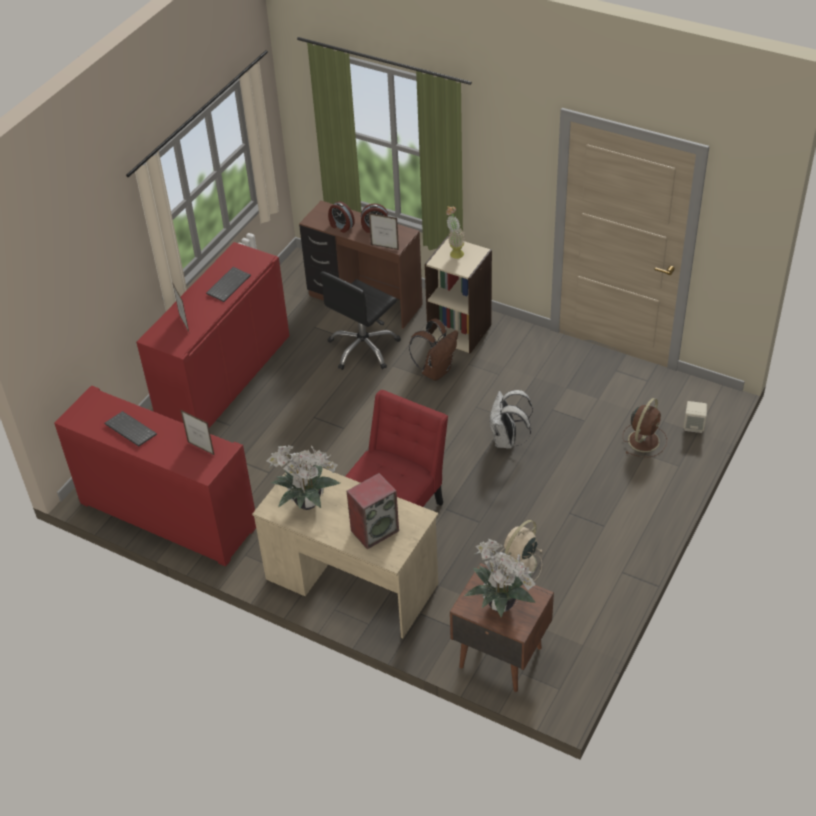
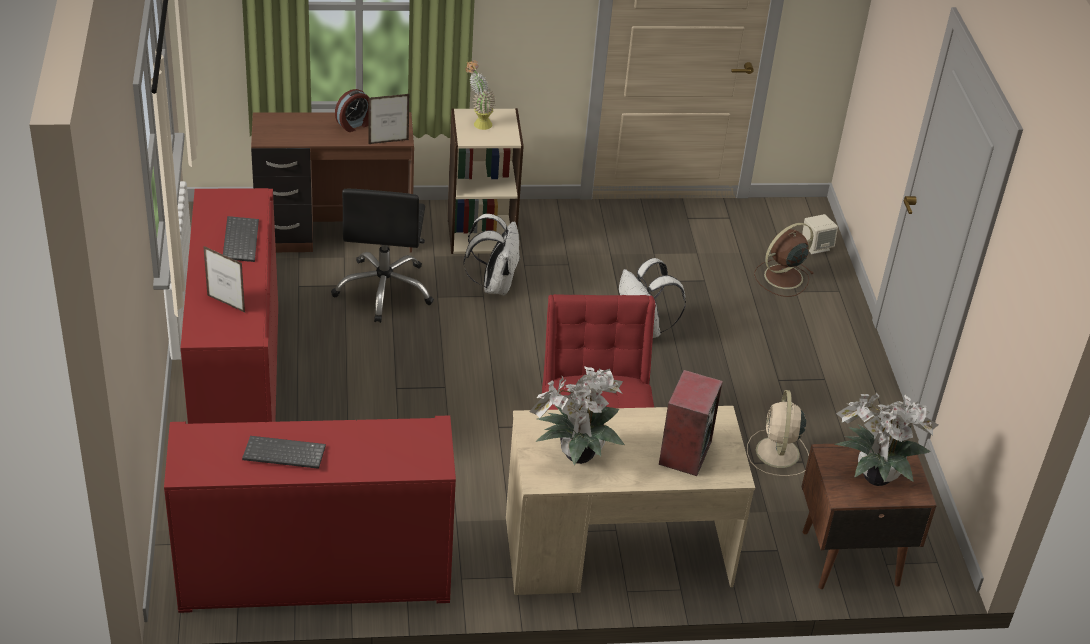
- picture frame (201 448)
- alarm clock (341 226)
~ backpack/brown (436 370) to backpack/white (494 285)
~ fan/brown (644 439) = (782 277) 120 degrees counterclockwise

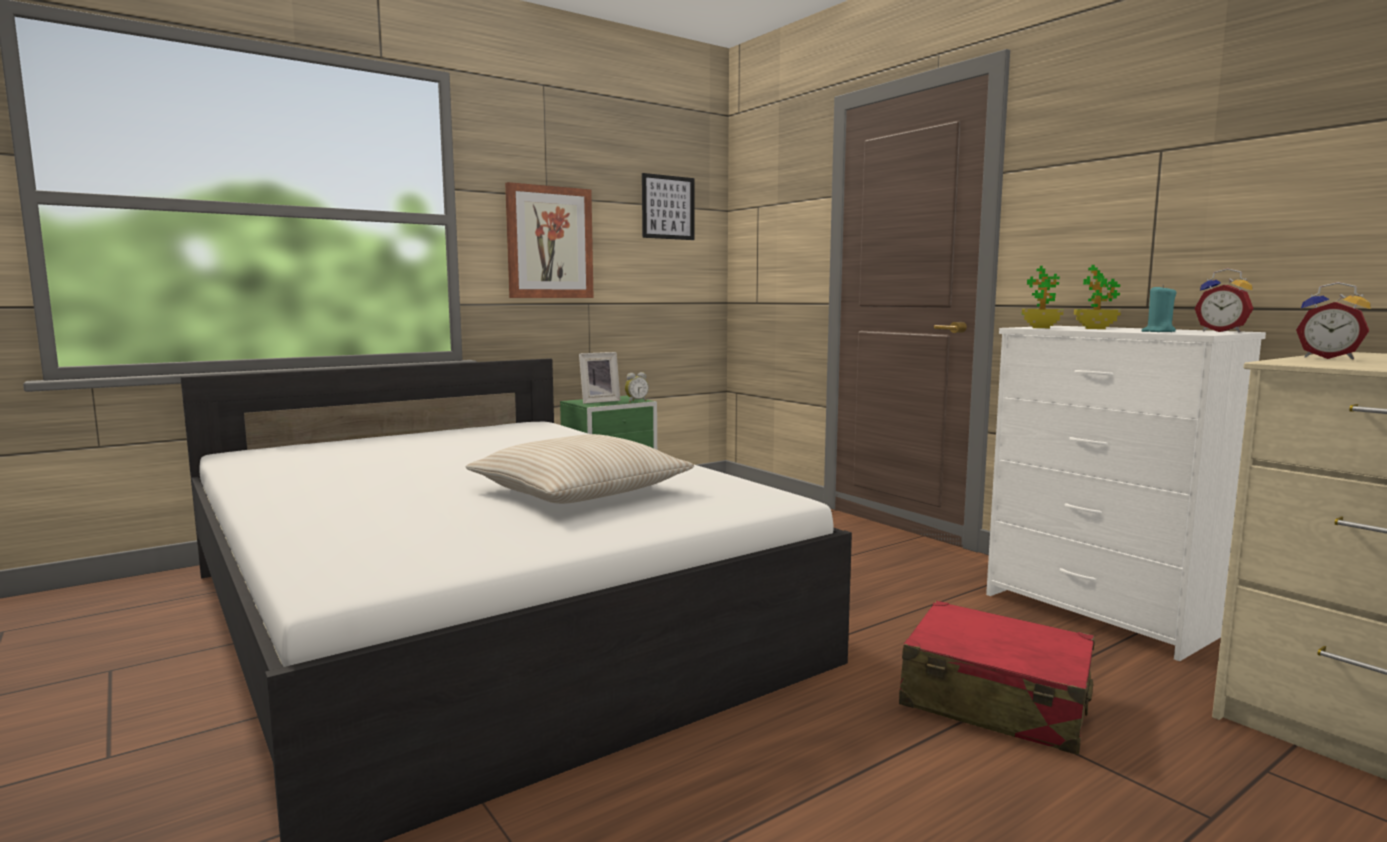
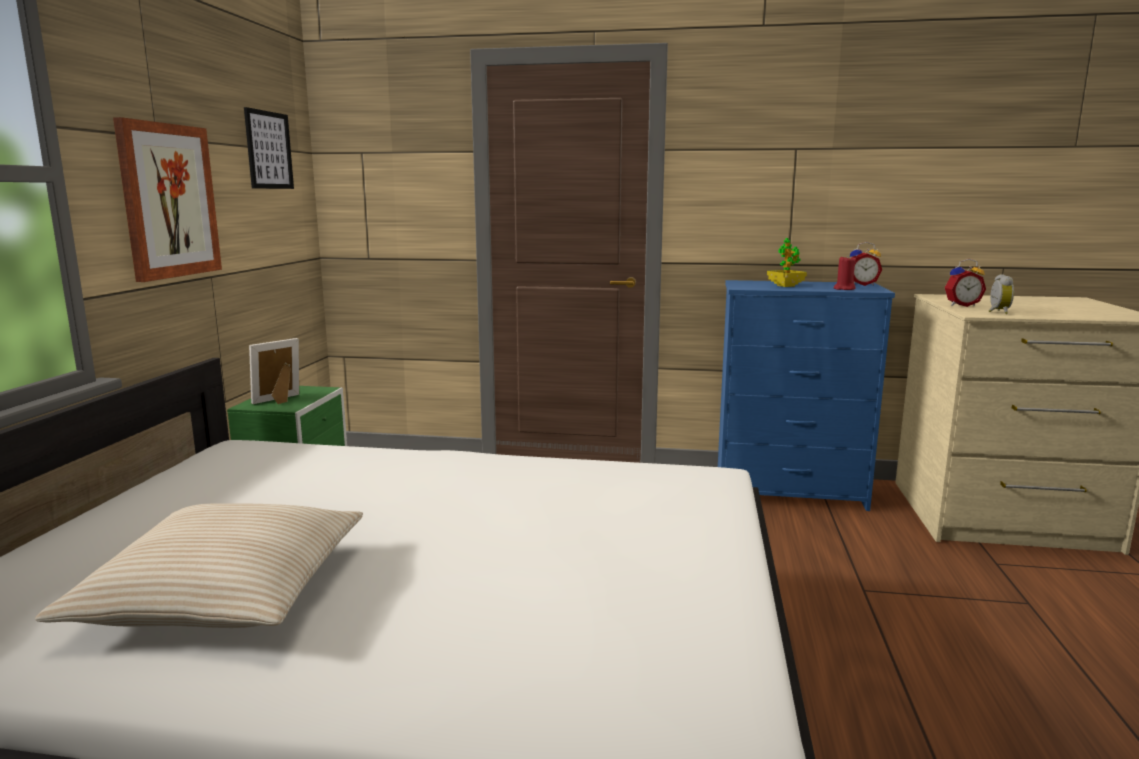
~ pillow/beige (579 492) to (224 592)
~ picture frame (598 401) = (280 400) 150 degrees counterclockwise
~ alarm clock (636 401) to (997 312)
- suitcase/red (994 701)
~ dresser/white (1101 613) to dresser/blue (790 492)
- potted plant (1041 328)
~ candle/turquoise (1158 332) to candle/red (844 289)

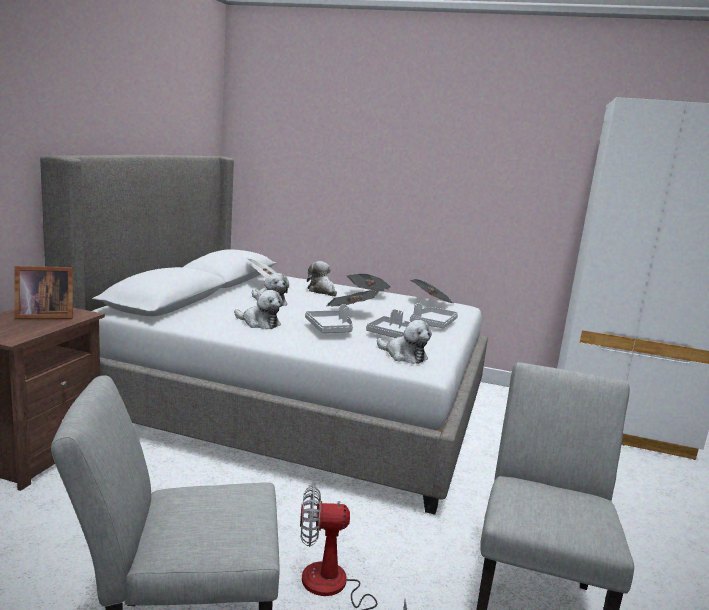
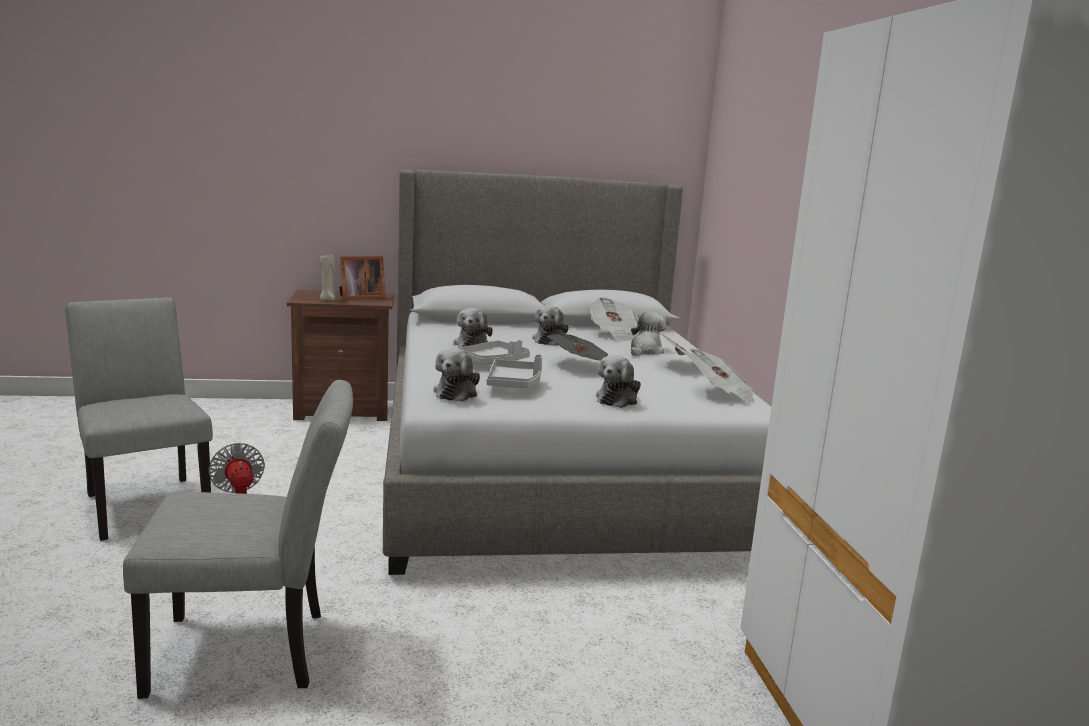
~ picture frame (43 316) = (360 297) 75 degrees counterclockwise
~ tray/grey (433 324) to plush toy (618 399)
+ candle/beige (328 300)

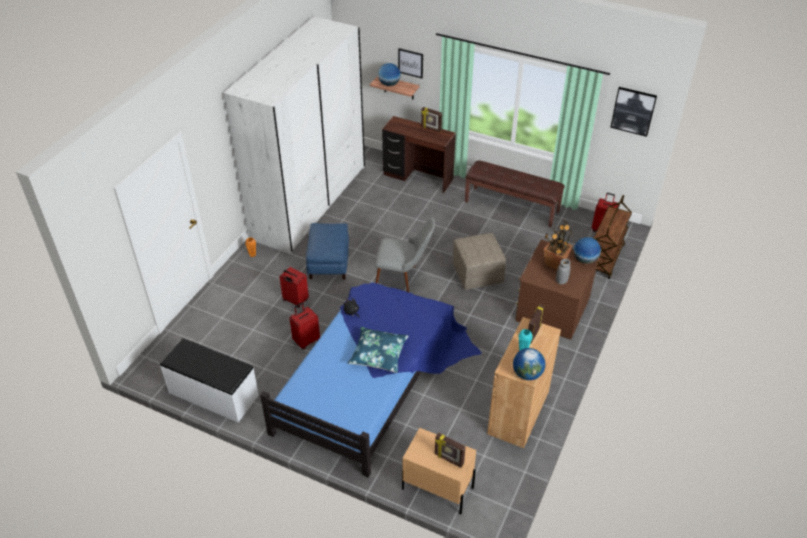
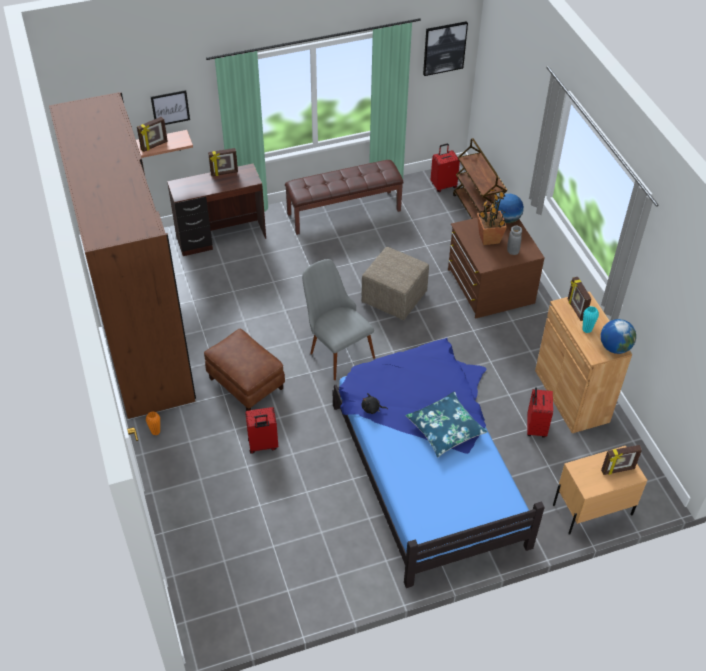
- bench/white (213 394)
~ wardrobe/white (309 201) to wardrobe/brown (141 334)
~ suitcase/red (306 340) to (535 427)
~ ottoman/blue (328 263) to ottoman/brown (245 383)
~ chair/grey (403 279) = (336 348) 90 degrees counterclockwise
~ globe (389 84) to picture frame (154 146)

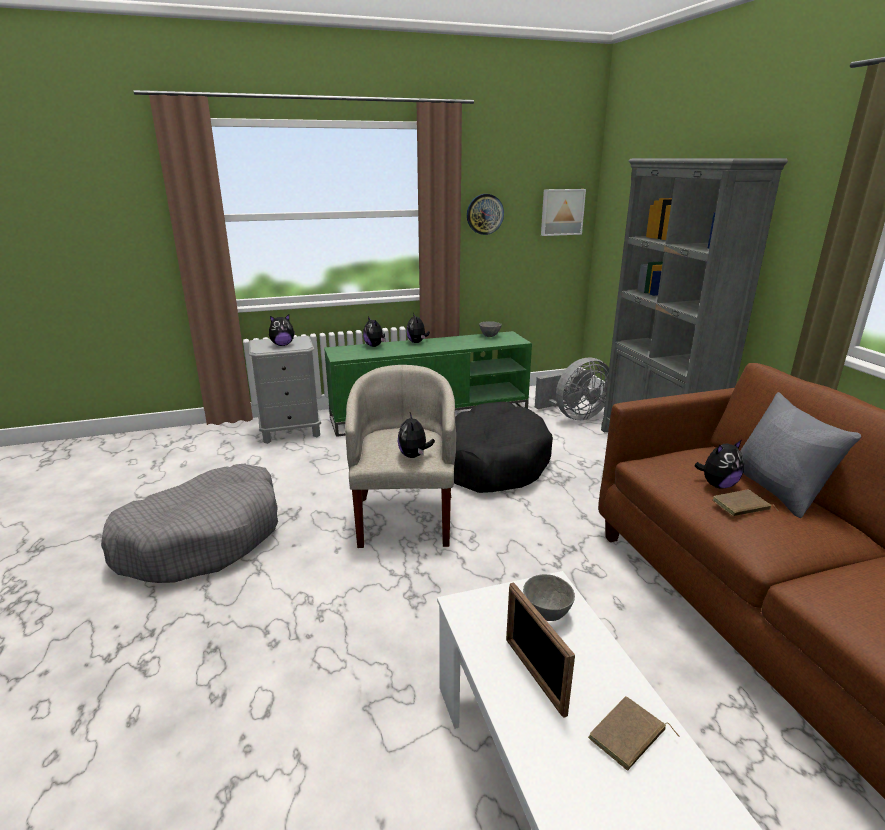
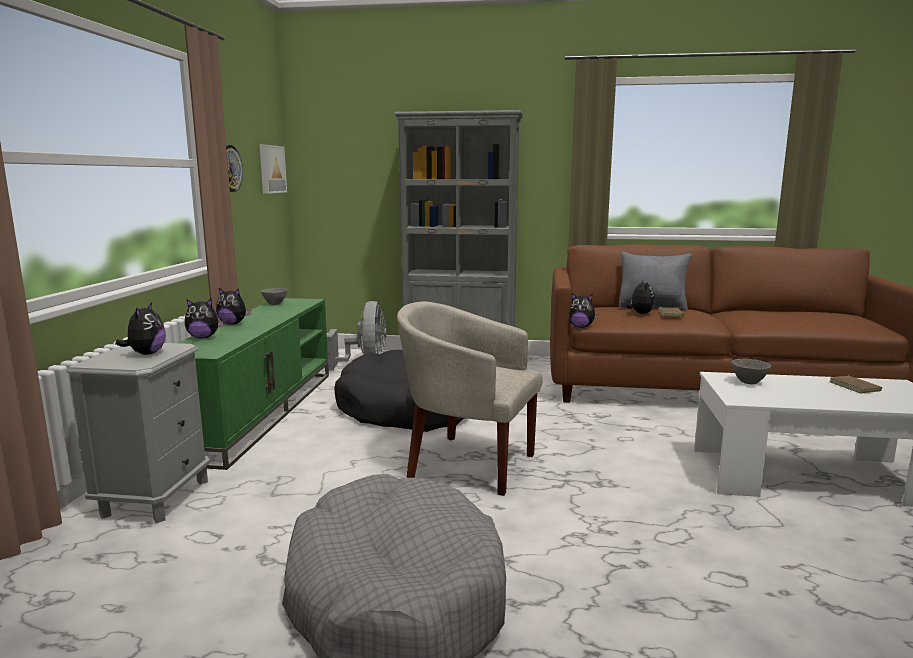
~ plush toy (414 456) to (580 327)
- picture frame (534 675)

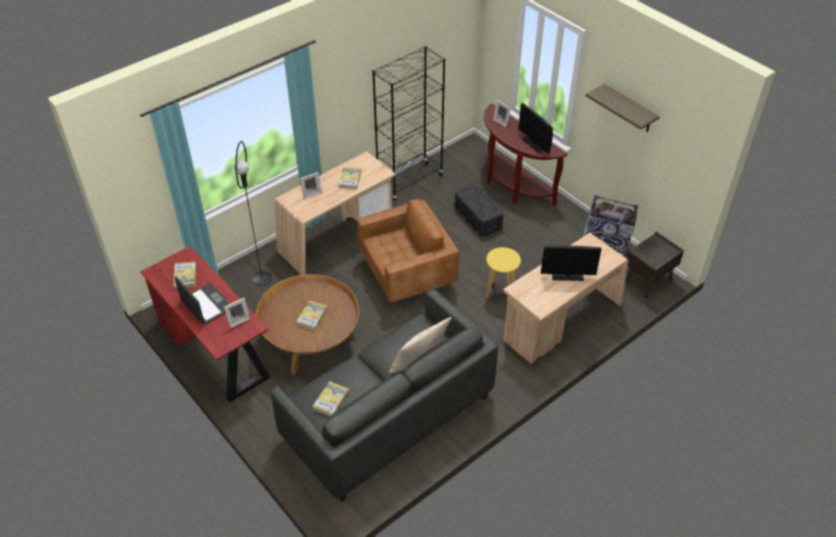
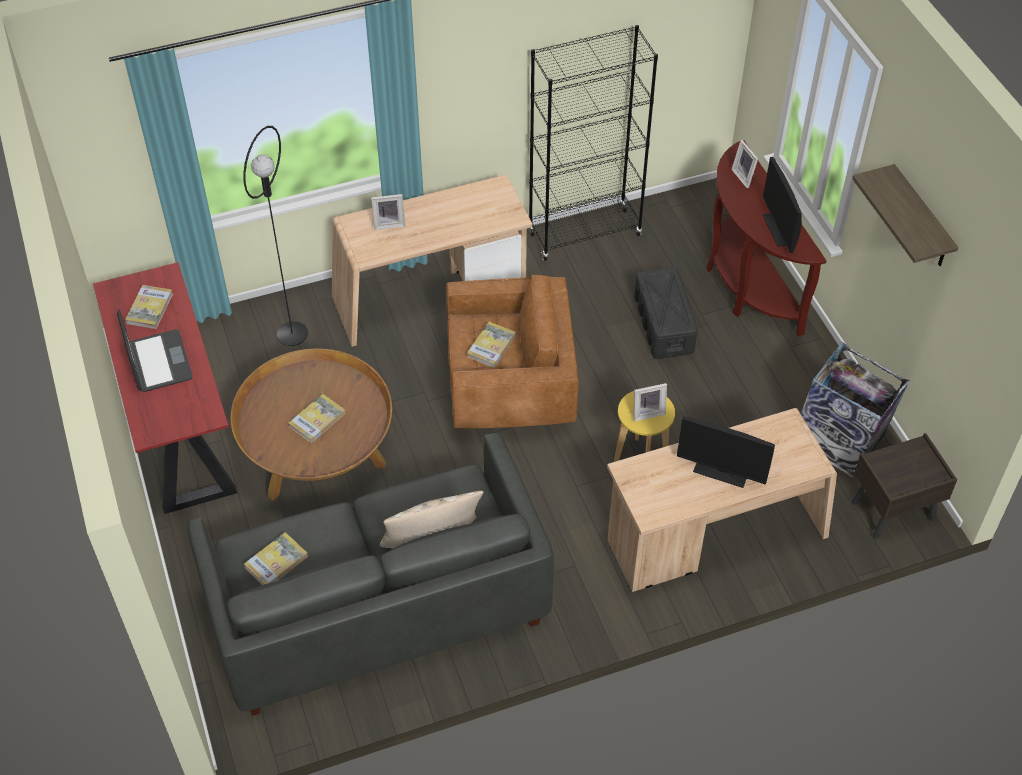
~ picture frame (238 320) to (647 412)
~ book (350 179) to (491 346)

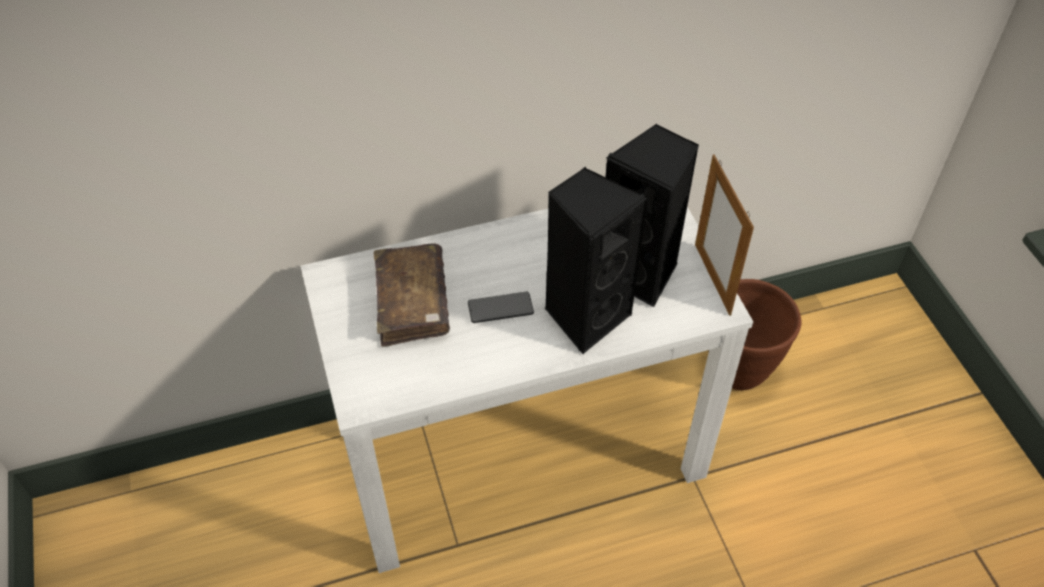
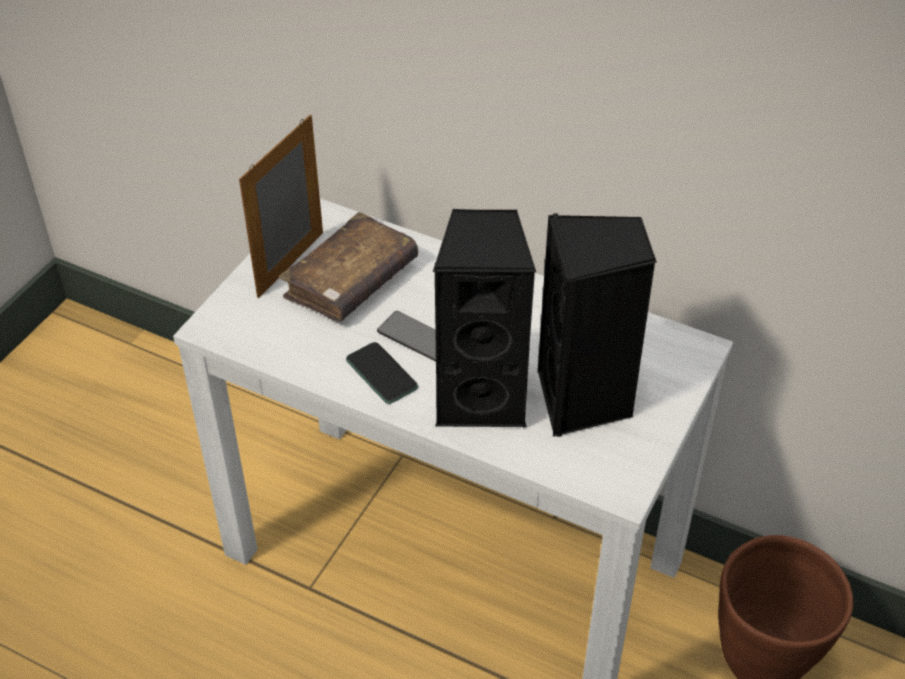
~ picture frame (712 279) to (291 264)
+ phone (381 374)

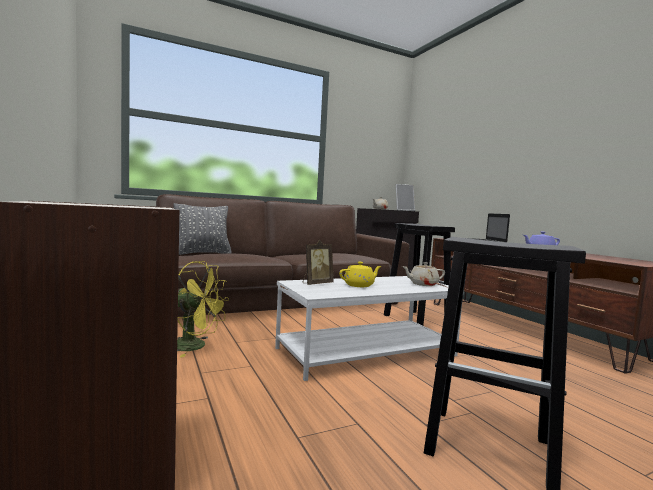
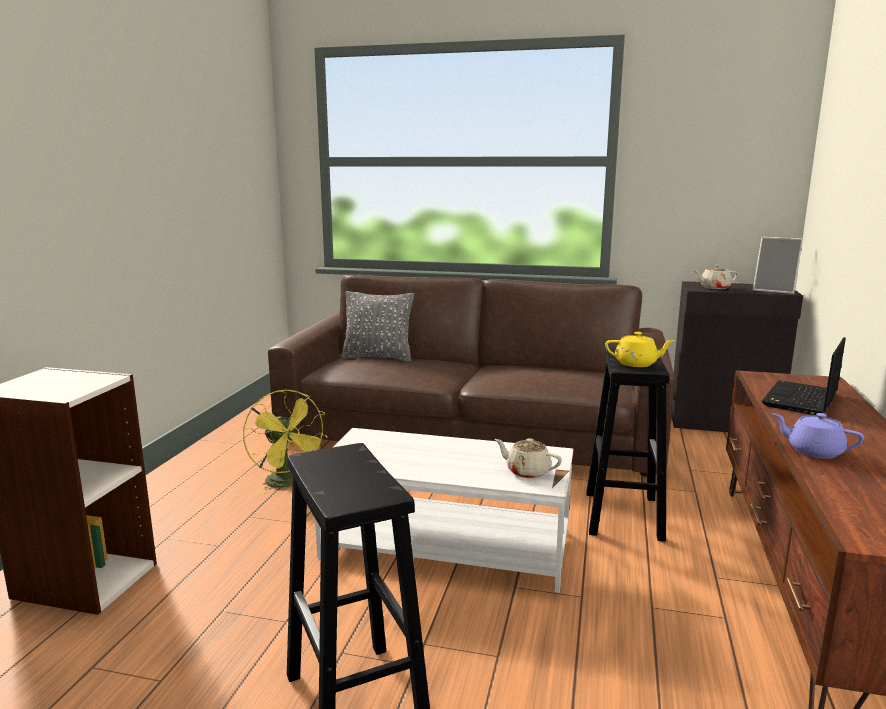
- picture frame (316 284)
~ teapot/yellow (359 285) to (637 363)

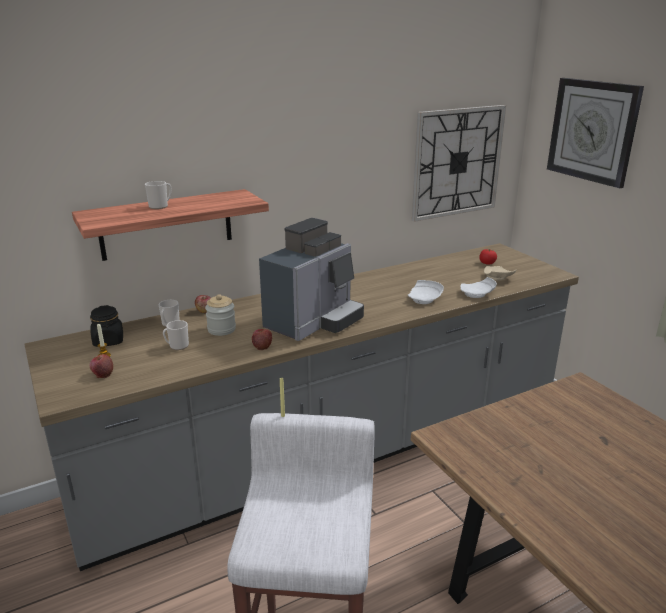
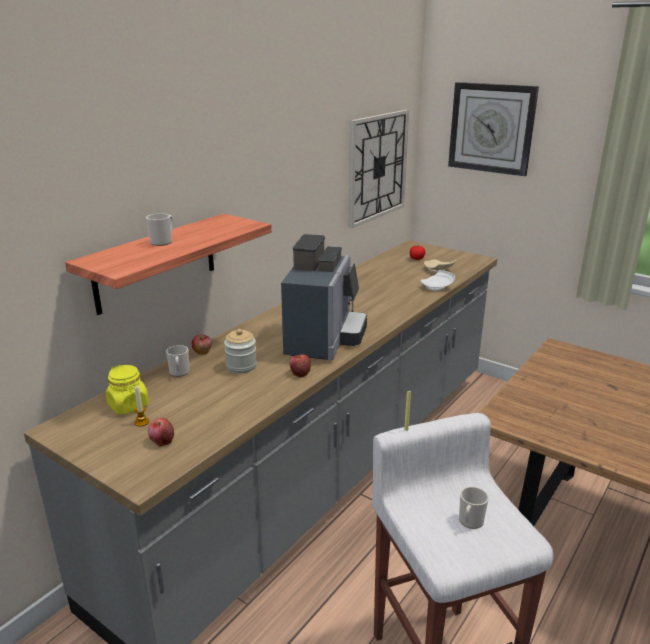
~ jar/black (108 341) to jar/yellow (128 405)
~ mug (177 346) to (470 522)
- plate/white (424 299)

